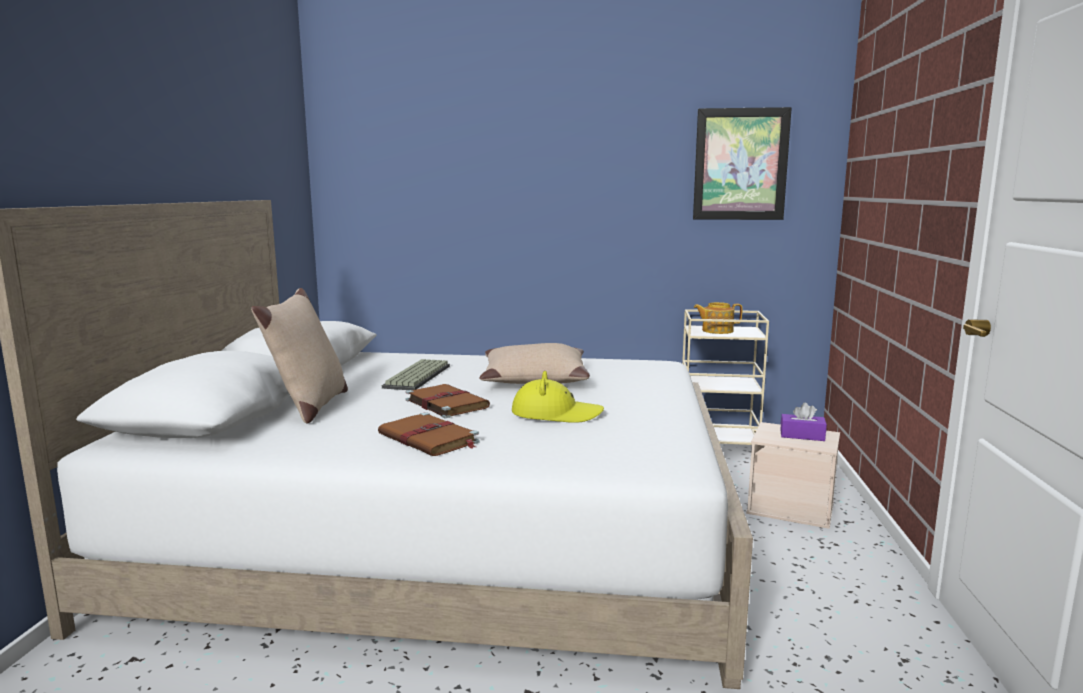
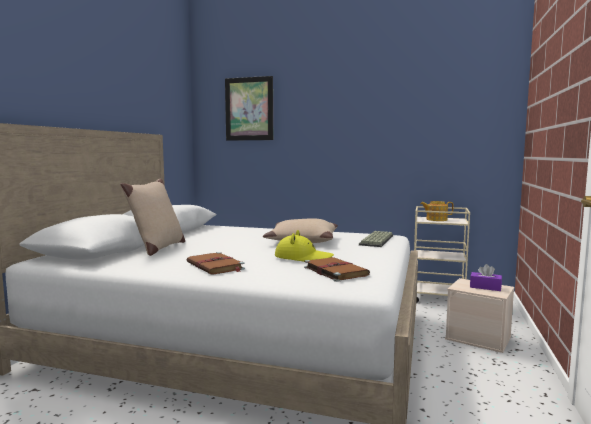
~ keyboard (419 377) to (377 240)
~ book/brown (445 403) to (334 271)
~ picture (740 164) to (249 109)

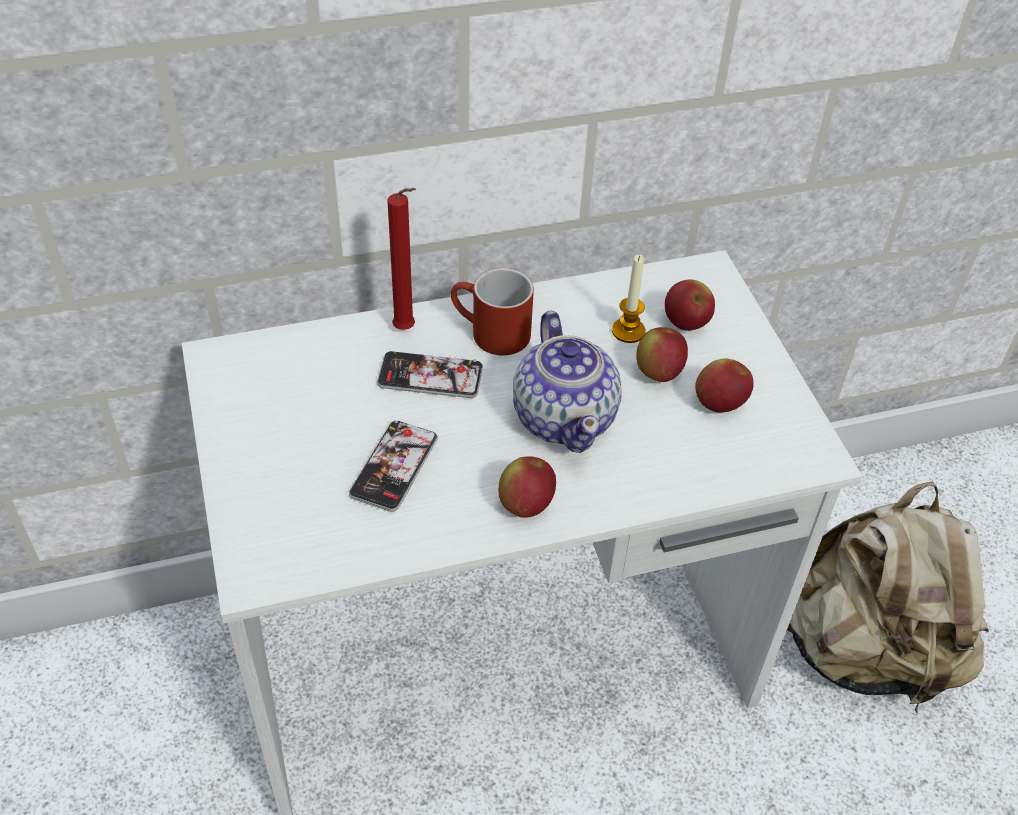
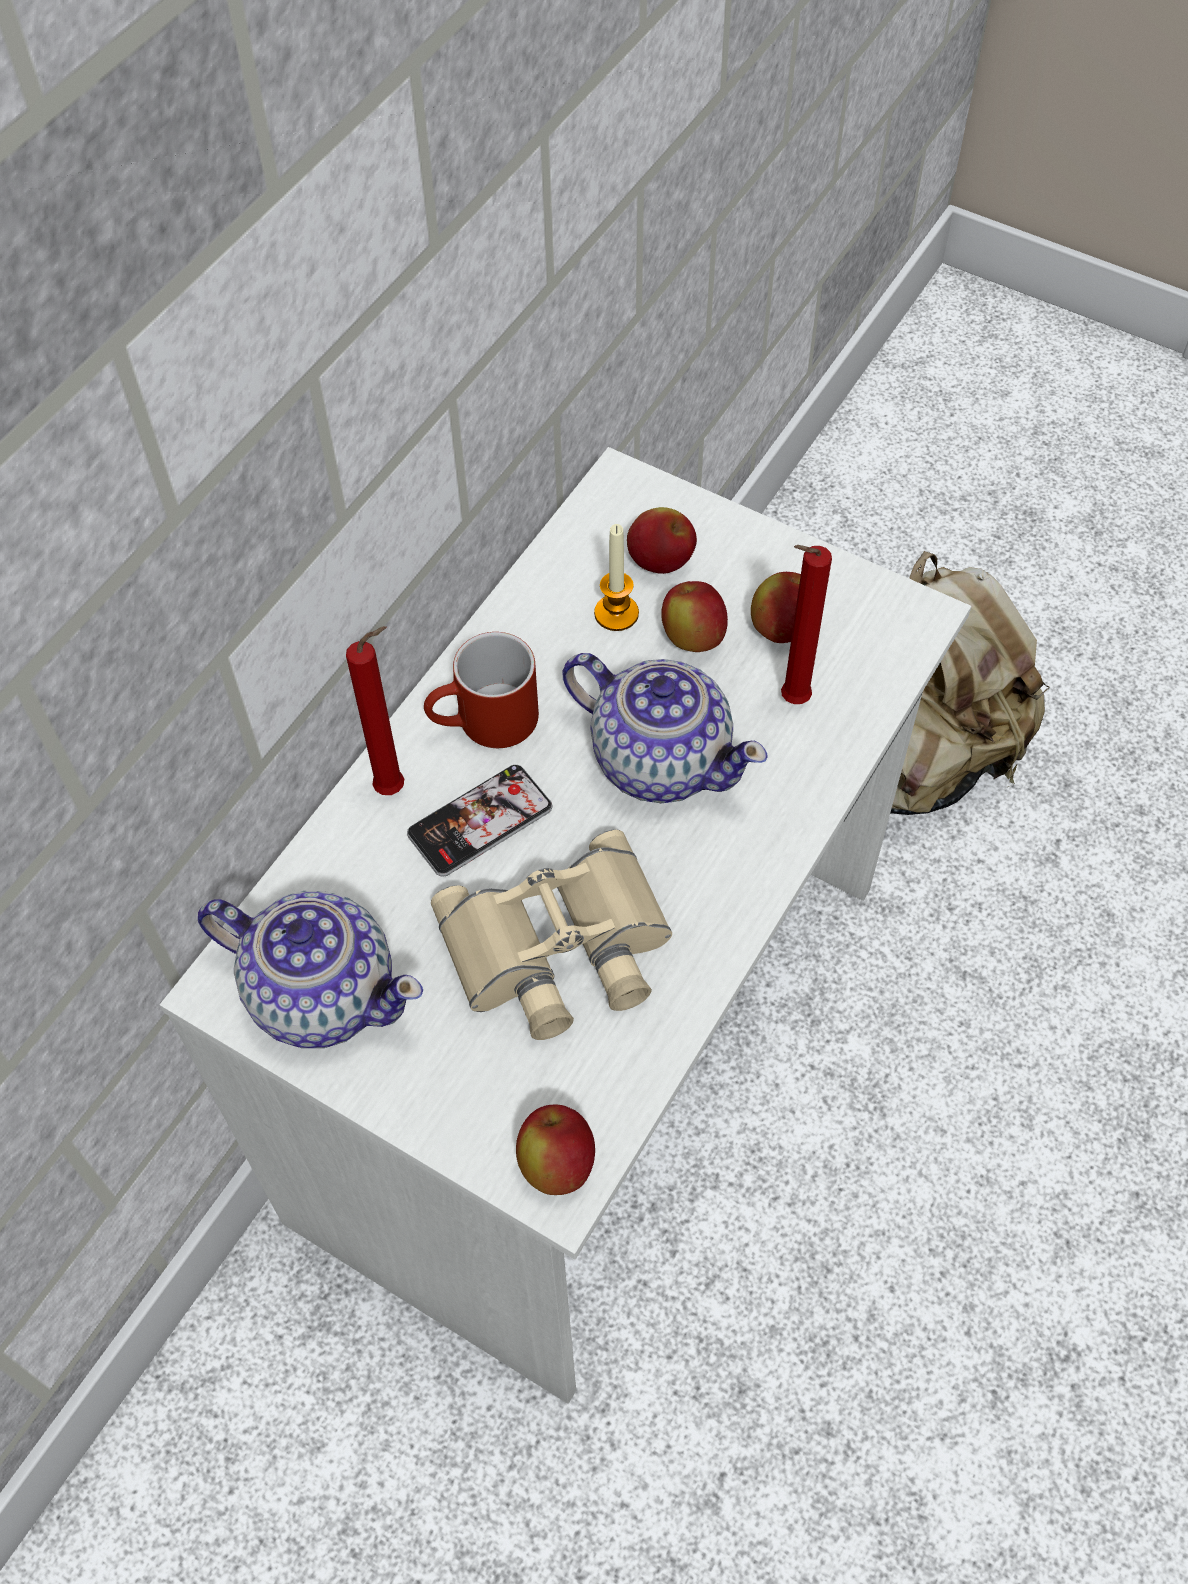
~ phone (394 466) to binoculars/beige (559 950)
~ apple (526 504) to (557 1164)
+ teapot (322 991)
+ candle/red (790 701)

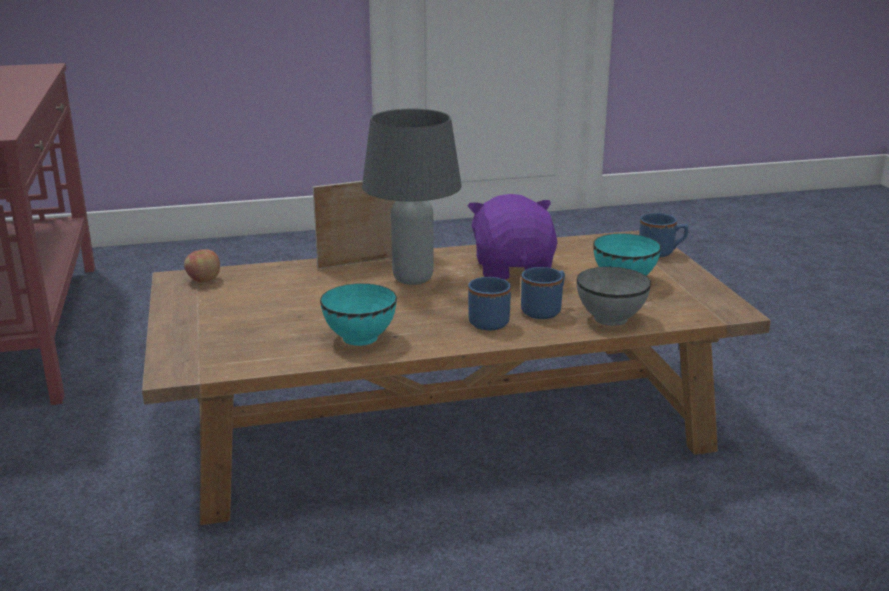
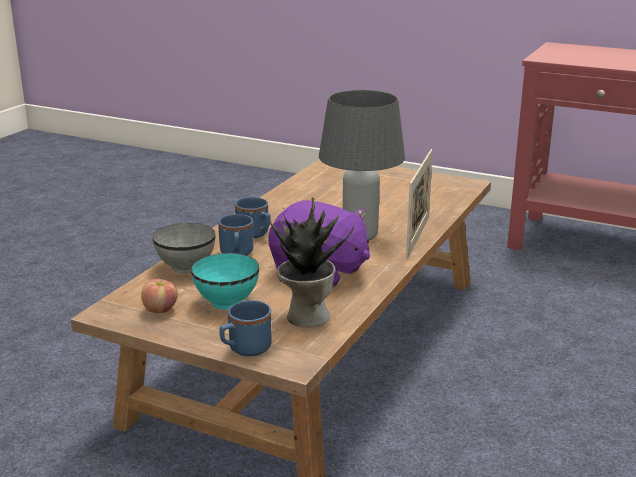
~ apple (203 280) to (160 310)
- bowl/turquoise (360 338)
+ potted plant (306 316)

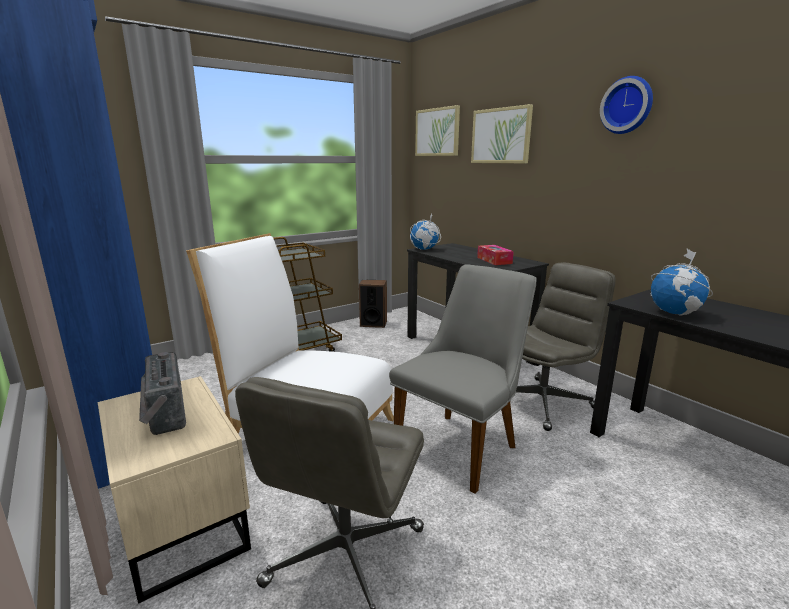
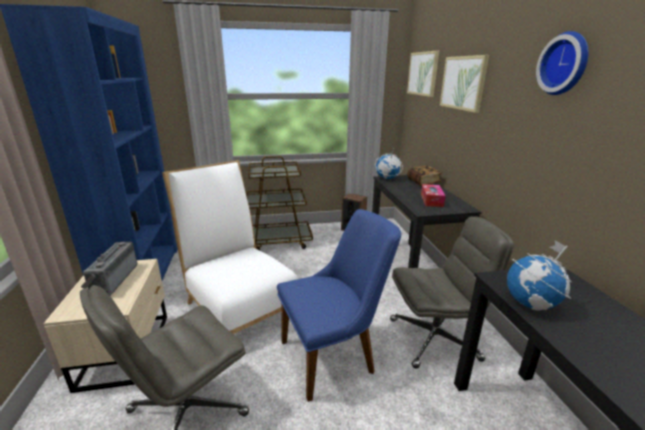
~ chair/grey (463 443) to chair/blue (335 355)
+ book (423 182)

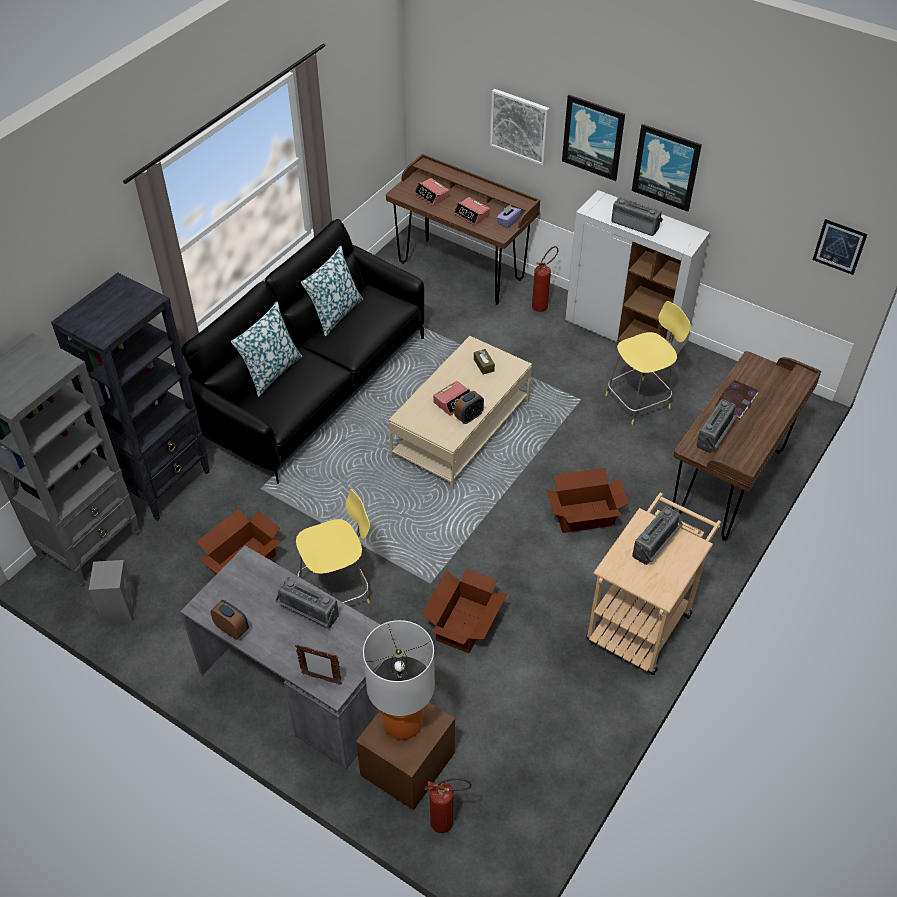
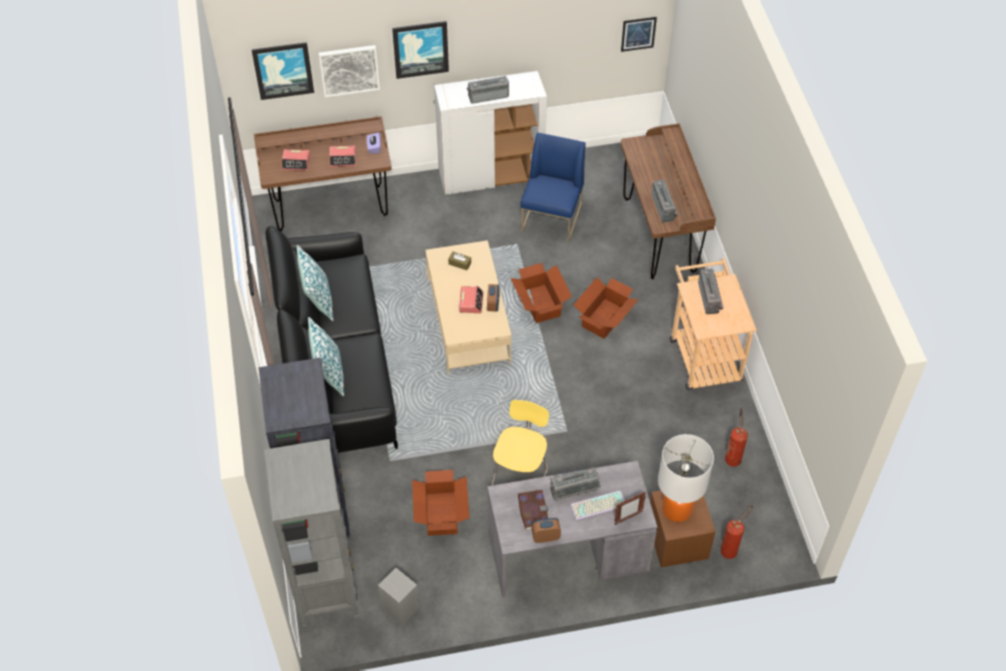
~ cardboard box (463 624) to (540 304)
~ fire extinguisher (542 305) to (732 456)
~ stool/yellow (639 400) to chair/blue (552 218)
~ picture (666 167) to (283 70)
~ book (735 401) to (533 510)
+ keyboard (598 506)

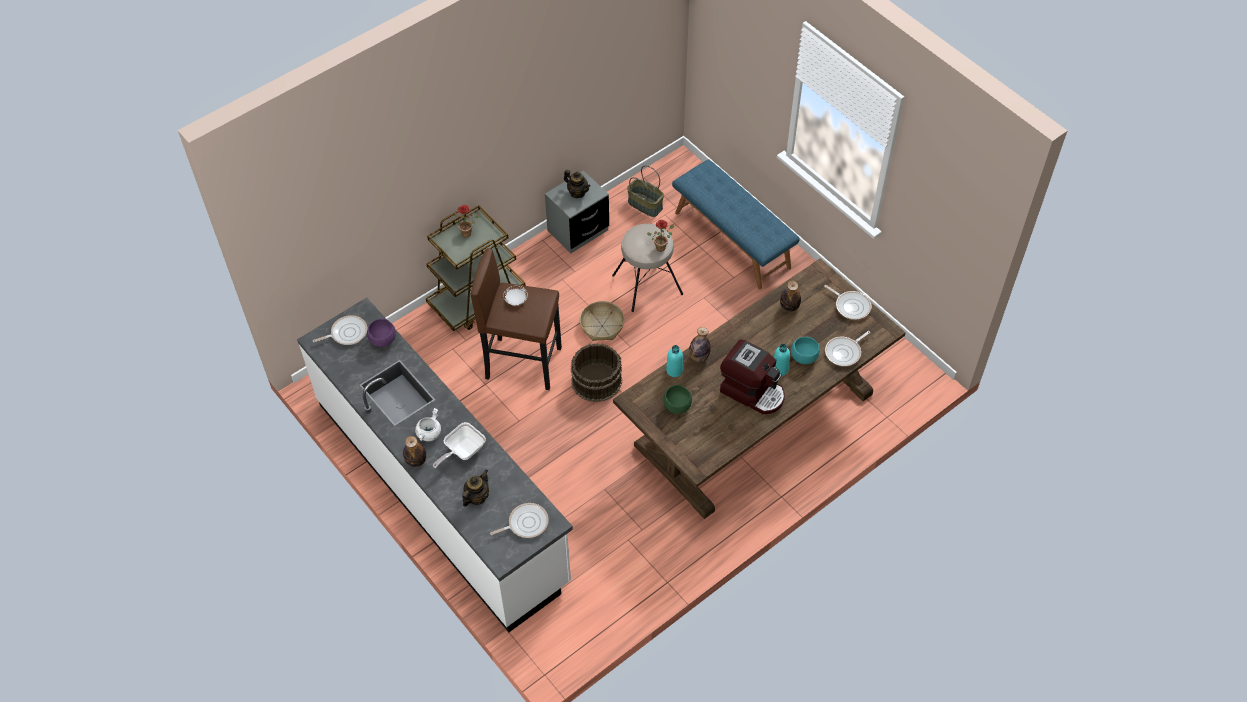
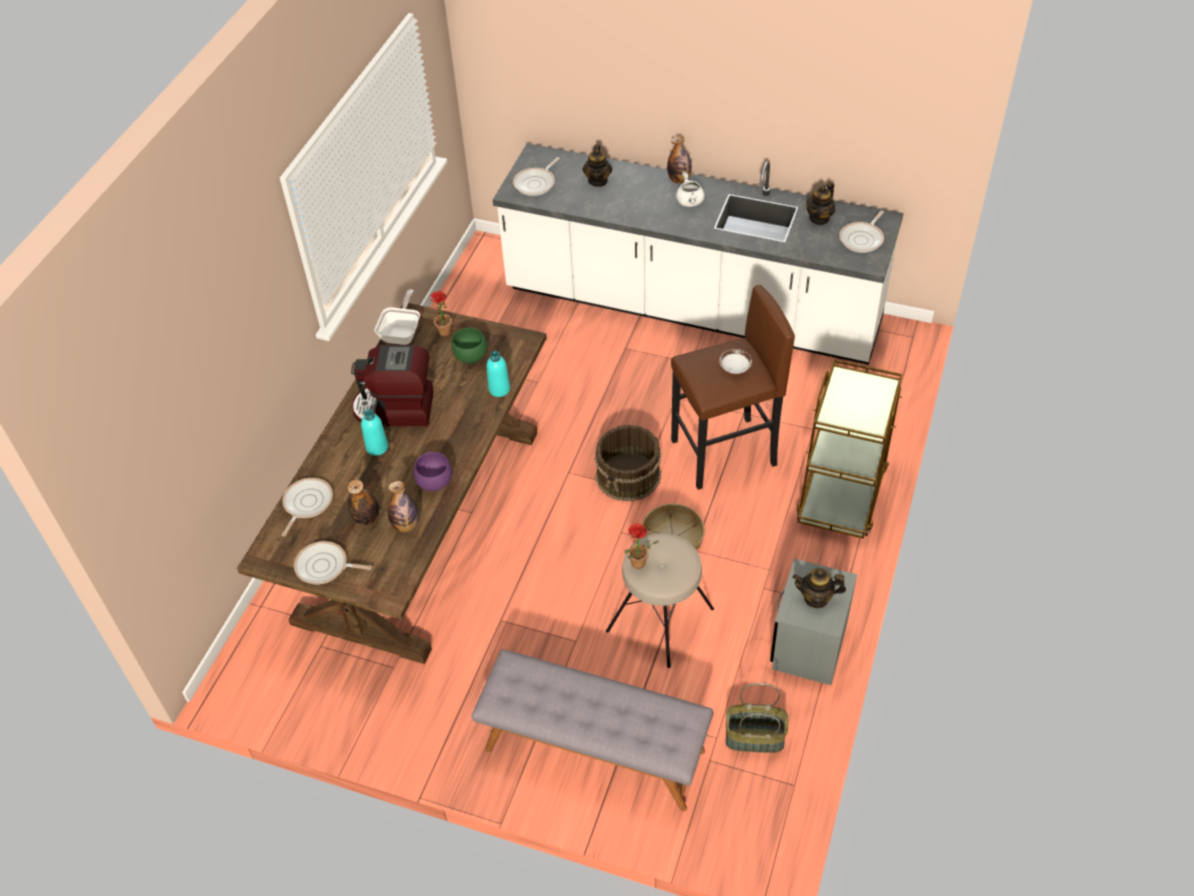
~ bowl/purple (383 340) to (434 483)
~ frying pan (462 451) to (402 333)
~ potted plant (468 233) to (443 334)
~ bench/blue (733 239) to bench/grey (594 751)
~ bottle (699 357) to (366 518)
- bowl/turquoise (804 357)
+ teapot (819 218)

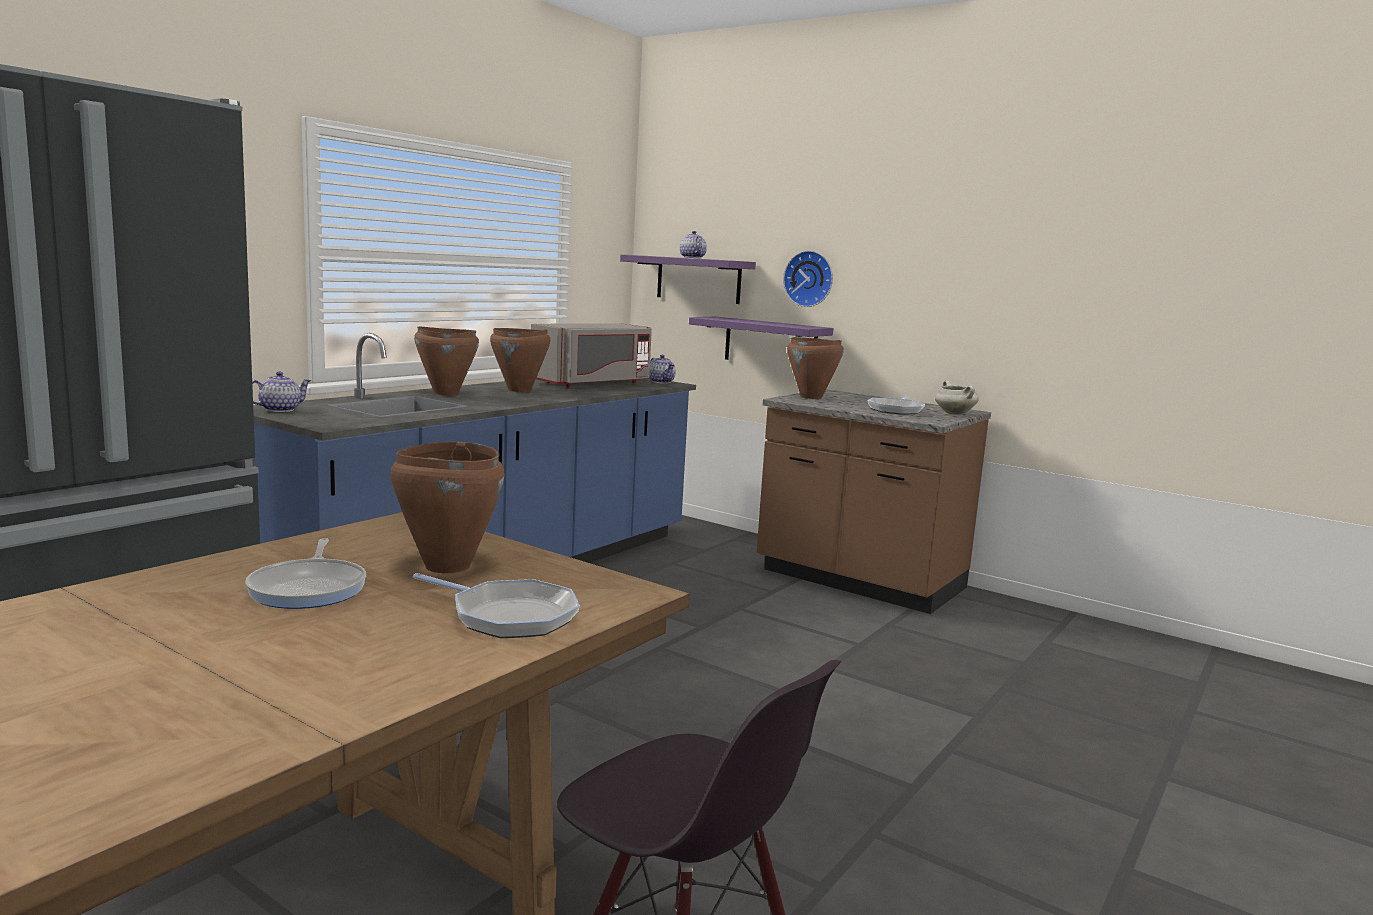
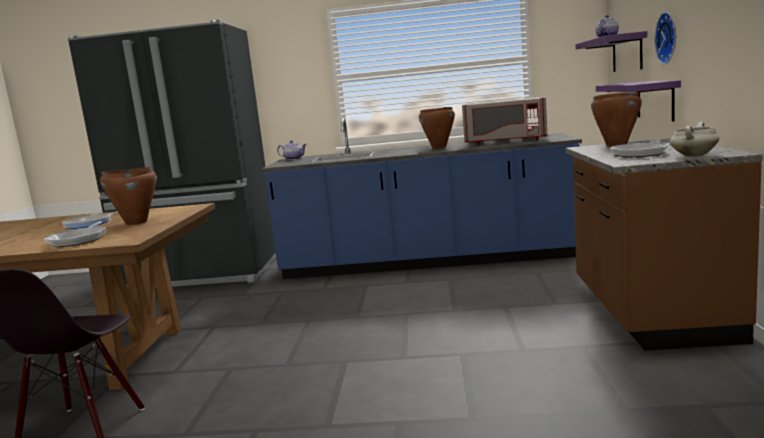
- cooking pot/brown (445 393)
- teapot (661 382)

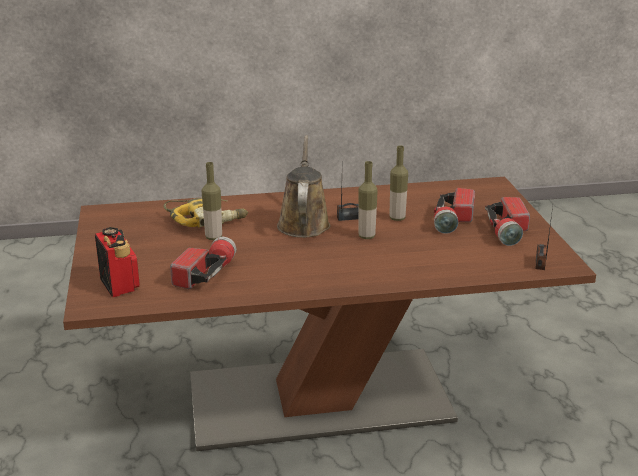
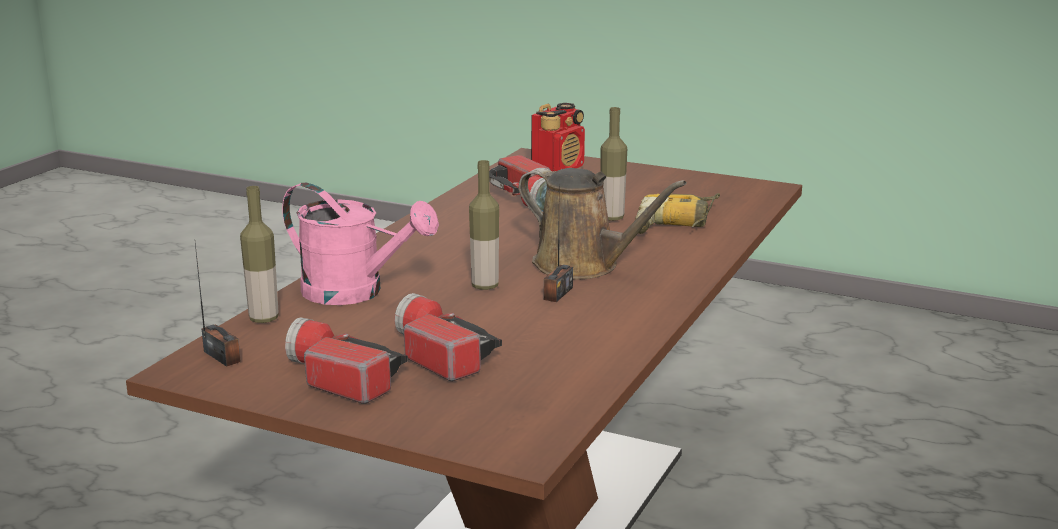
~ radio (119 285) = (558 169) 60 degrees counterclockwise
~ bottle (397 218) to (264 319)
+ watering can/pink (355 293)

